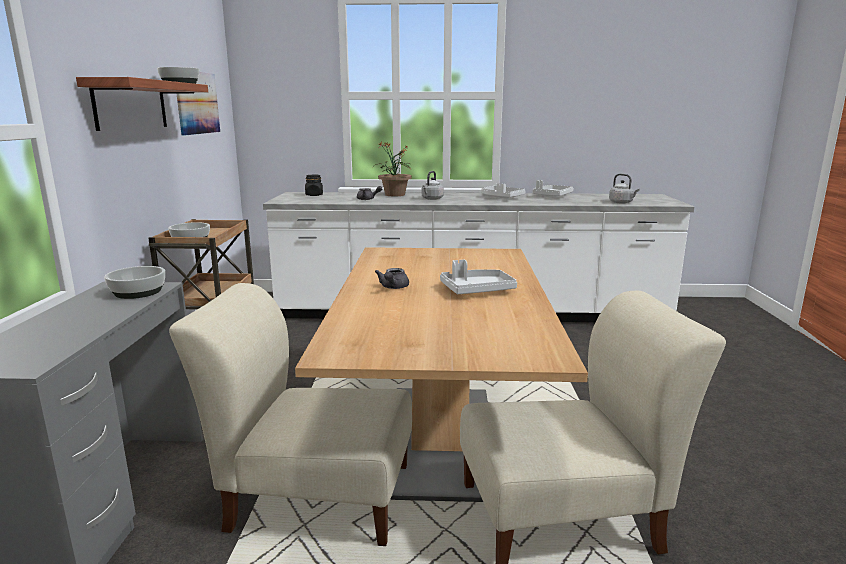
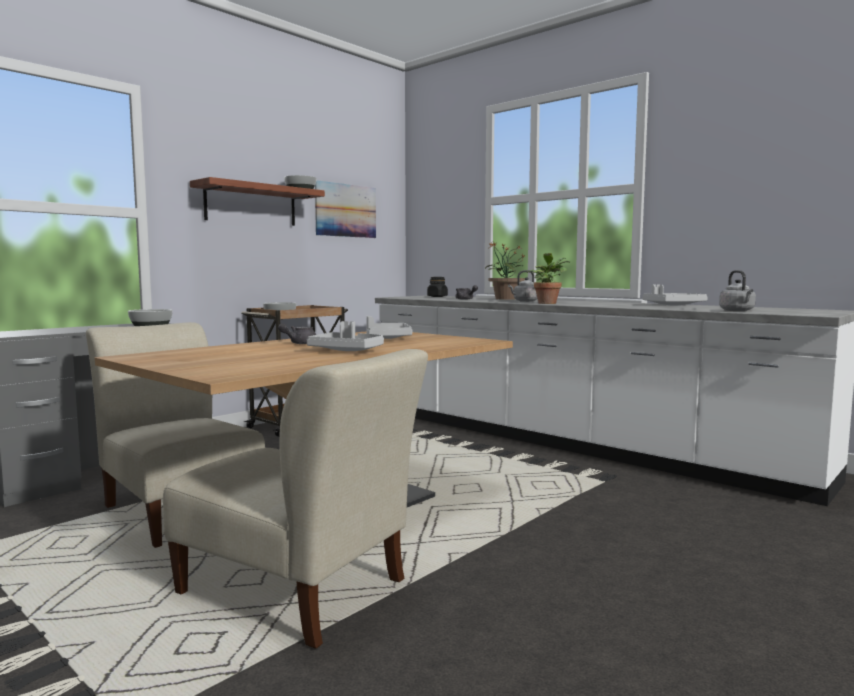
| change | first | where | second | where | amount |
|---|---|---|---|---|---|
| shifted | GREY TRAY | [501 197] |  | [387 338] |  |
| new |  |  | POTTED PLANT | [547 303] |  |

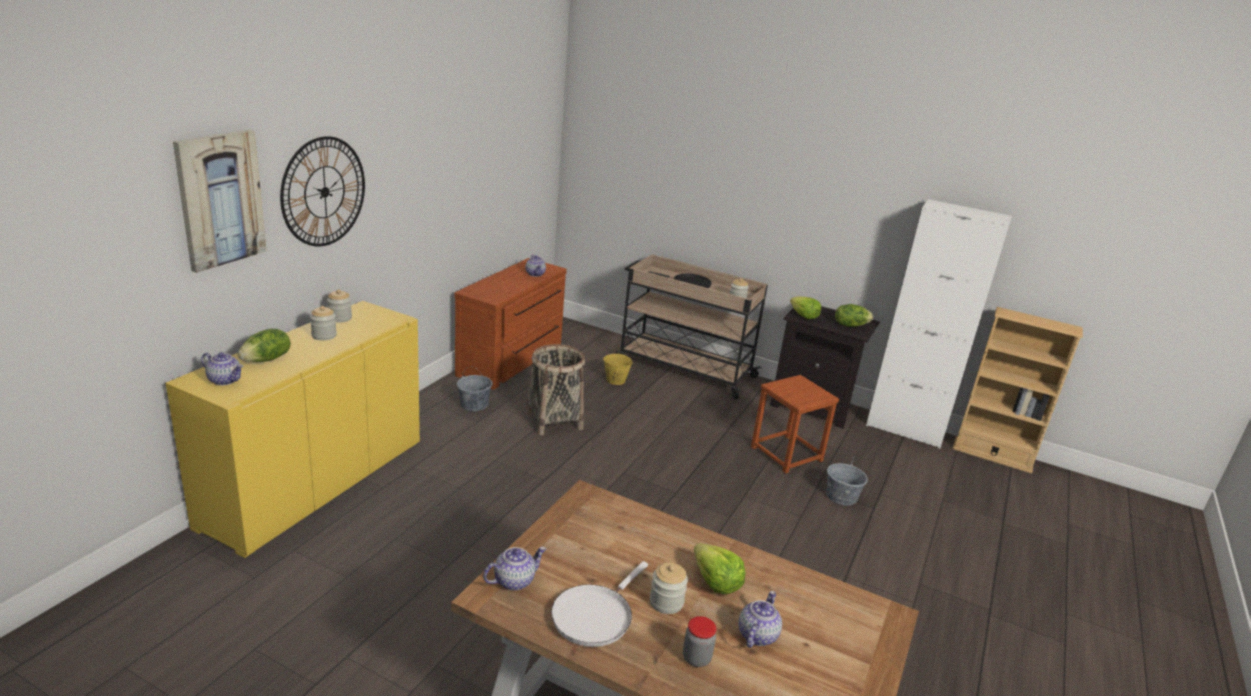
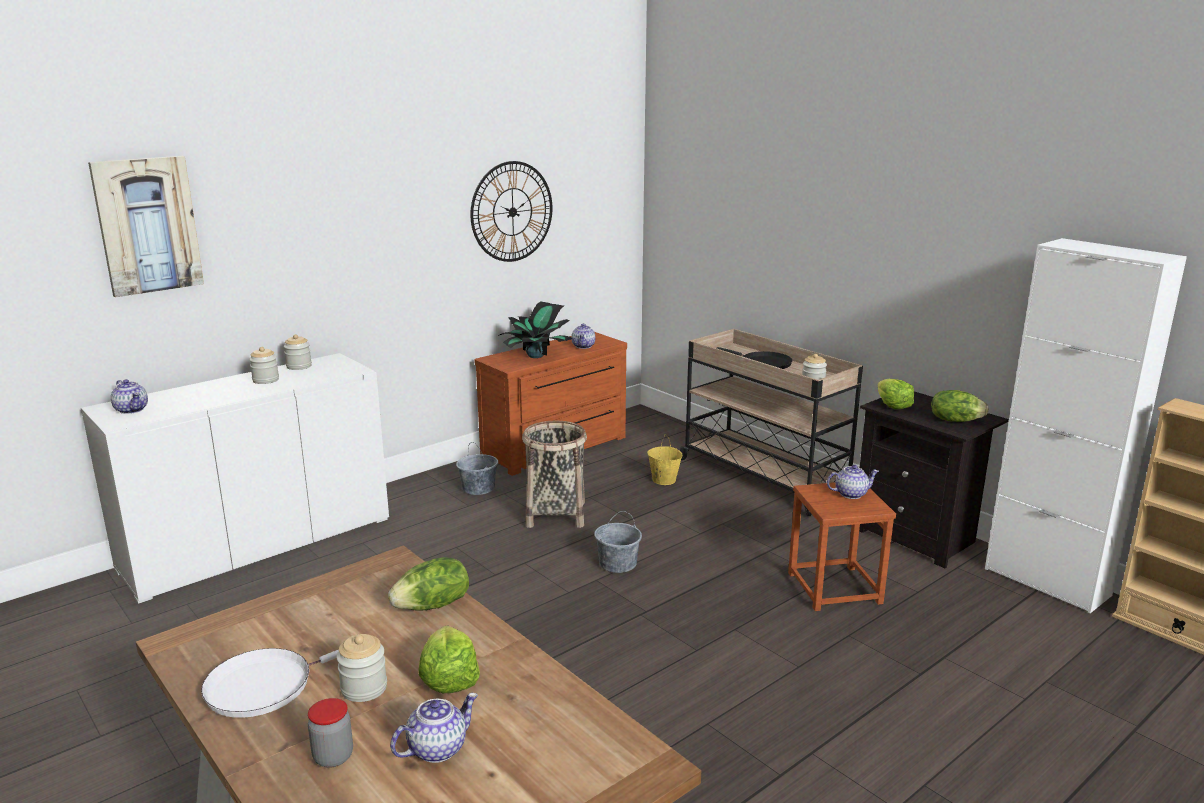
| change | first | where | second | where | amount |
|---|---|---|---|---|---|
| repainted | YELLOW CABINET | [315 482] | WHITE CABINET | [258 544] |  |
| shifted | LETTUCE | [267 359] |  | [433 606] |  |
| shifted | WALL CLOCK | [324 192] |  | [512 212] |  |
| shifted | TEAPOT | [514 580] |  | [851 494] |  |
| shifted | GREY BUCKET | [841 496] |  | [618 563] |  |
| new |  |  | POTTED PLANT | [536 356] |  |

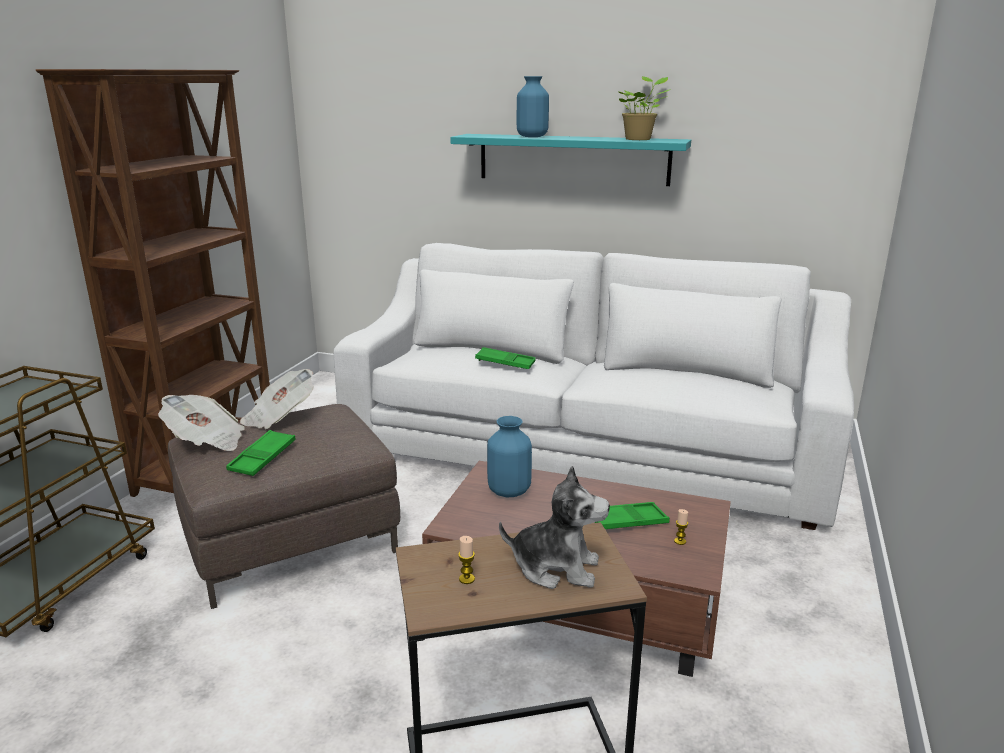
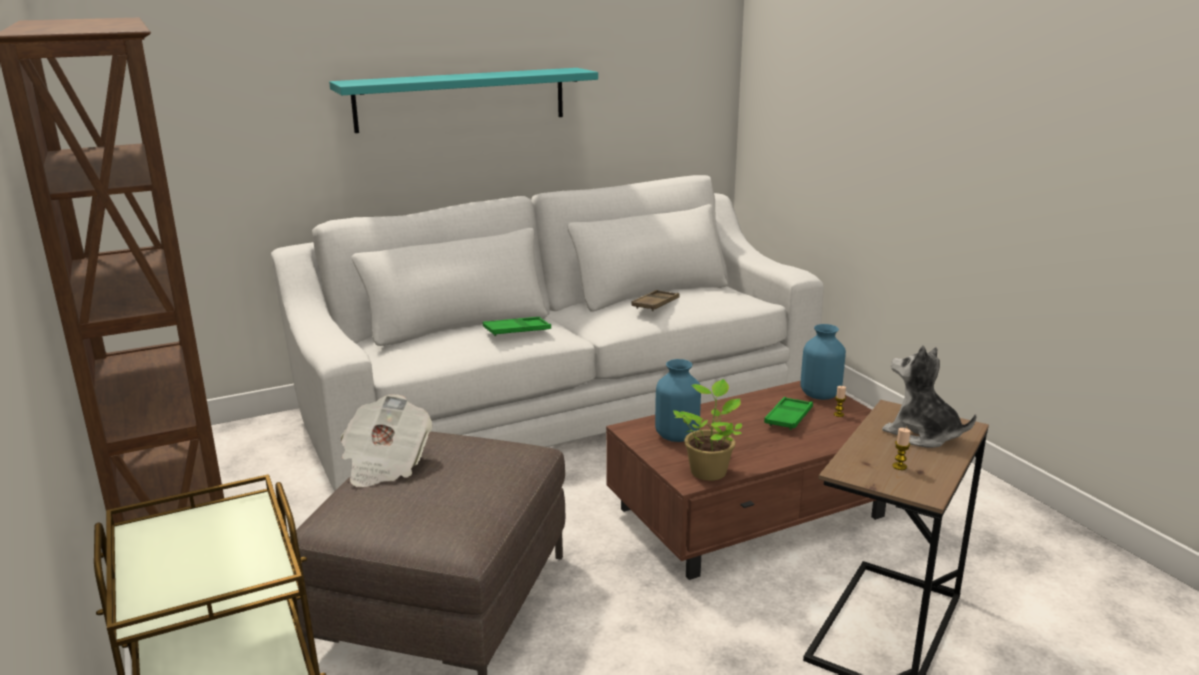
| change | first | where | second | where | amount |
|---|---|---|---|---|---|
| gone | NEWSPAPER | [206 441] |  |  |  |
| gone | GREEN TRAY | [262 458] |  |  |  |
| rotated | PLUSH TOY | [556 567] |  | [922 434] | 105 degrees counterclockwise |
| shifted | BLUE VASE | [532 136] |  | [820 394] |  |
| shifted | POTTED PLANT | [639 139] |  | [709 470] |  |
| new |  |  | BROWN TRAY | [655 304] |  |

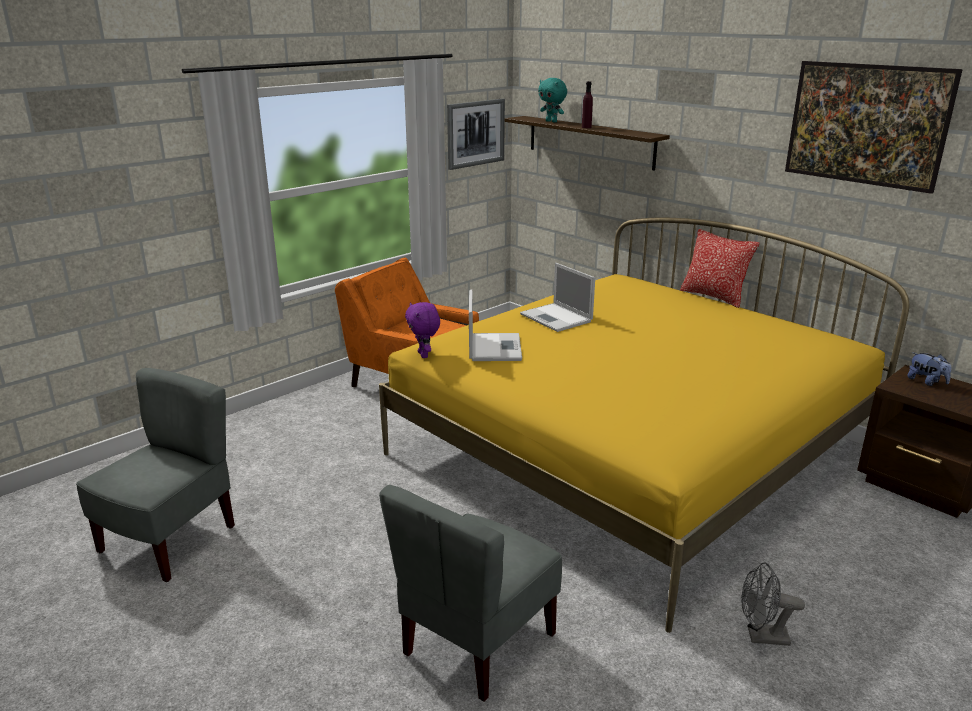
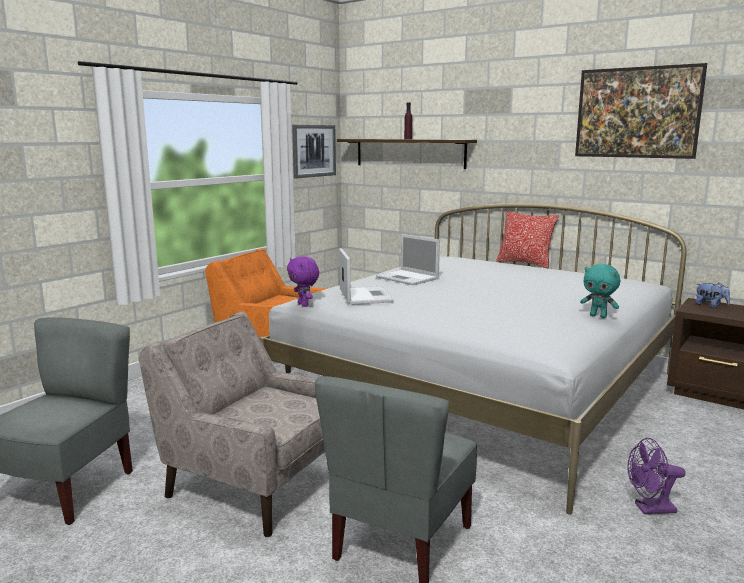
| change | first | where | second | where | amount |
|---|---|---|---|---|---|
| repainted | YELLOW BED | [630 452] | WHITE BED | [480 389] |  |
| shifted | TURQUOISE PLUSH TOY | [552 121] |  | [598 316] |  |
| repainted | GREY FAN | [761 637] | PURPLE FAN | [649 509] |  |
| new |  |  | BEIGE ARMCHAIR | [254 484] |  |

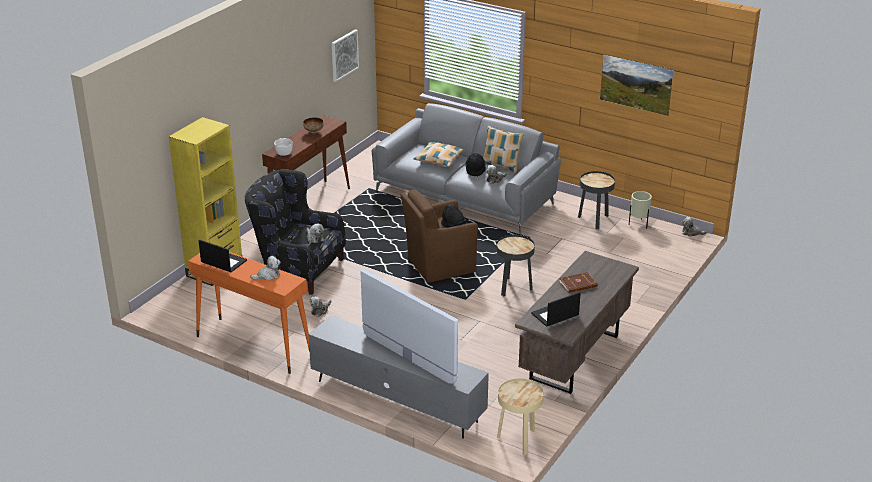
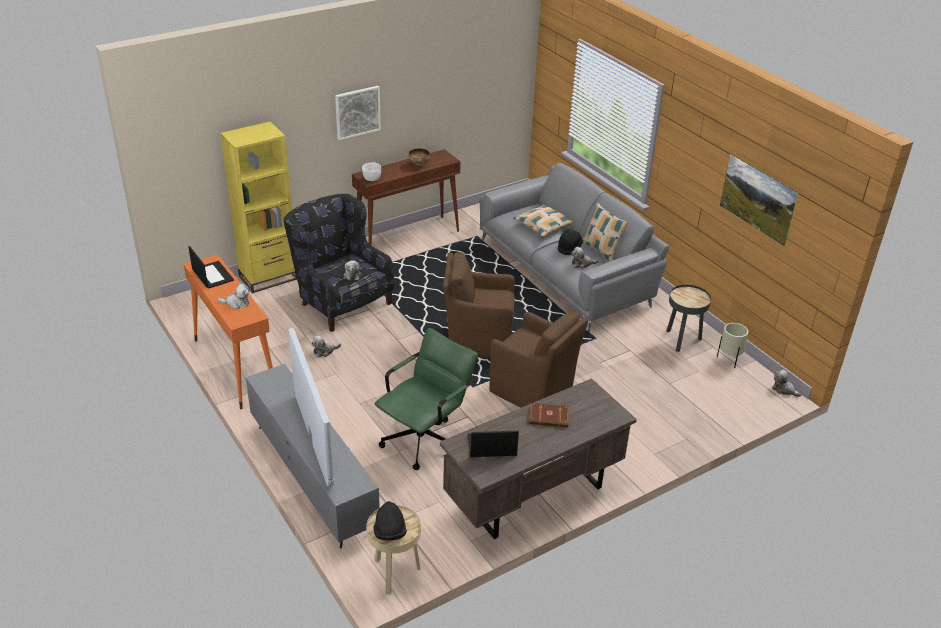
| change | first | where | second | where | amount |
|---|---|---|---|---|---|
| shifted | PICTURE | [344 55] |  | [357 112] |  |
| shifted | BLACK HAT | [453 226] |  | [390 532] |  |
| swapped | BLACK SIDE TABLE | [514 288] | BROWN ARMCHAIR | [533 390] |  |
| new |  |  | GREEN OFFICE CHAIR | [425 437] |  |

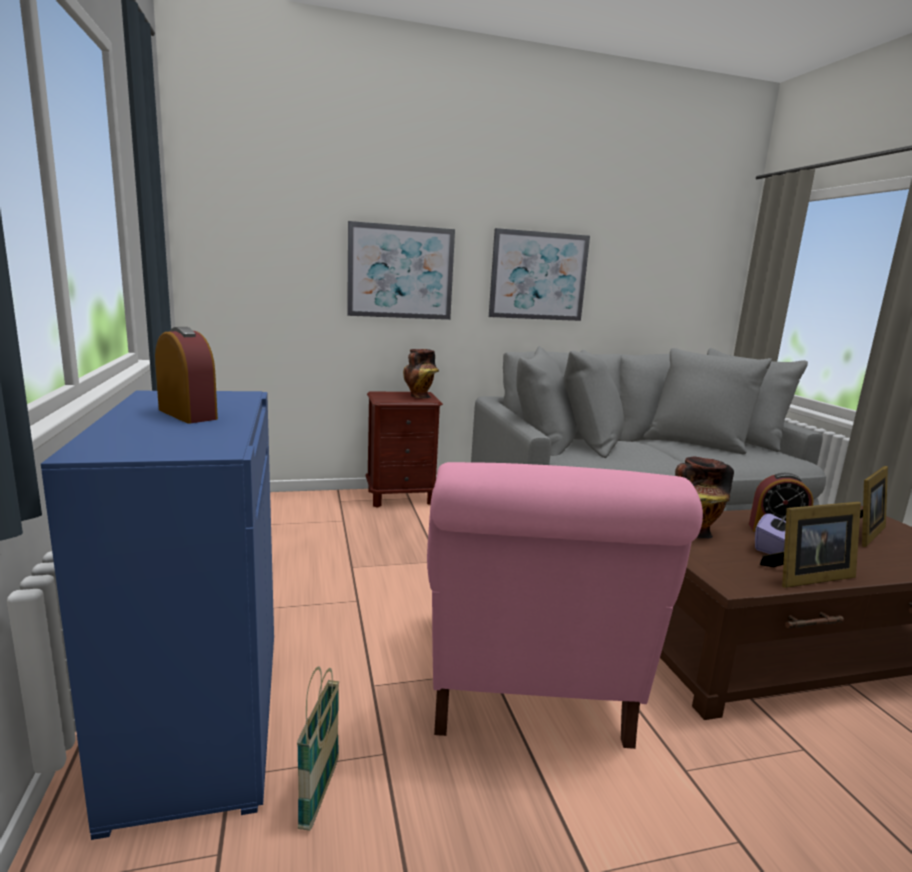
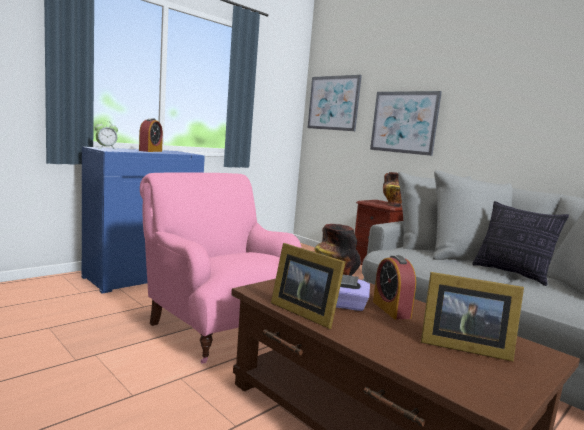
| change | first | where | second | where | amount |
|---|---|---|---|---|---|
| gone | BASKET | [319 793] |  |  |  |
| rotated | PINK ARMCHAIR | [526 683] |  | [220 328] | 75 degrees clockwise |
| shifted | PICTURE | [538 276] |  | [333 103] |  |
| new |  |  | ALARM CLOCK | [106 148] |  |
| new |  |  | PILLOW | [511 274] |  |

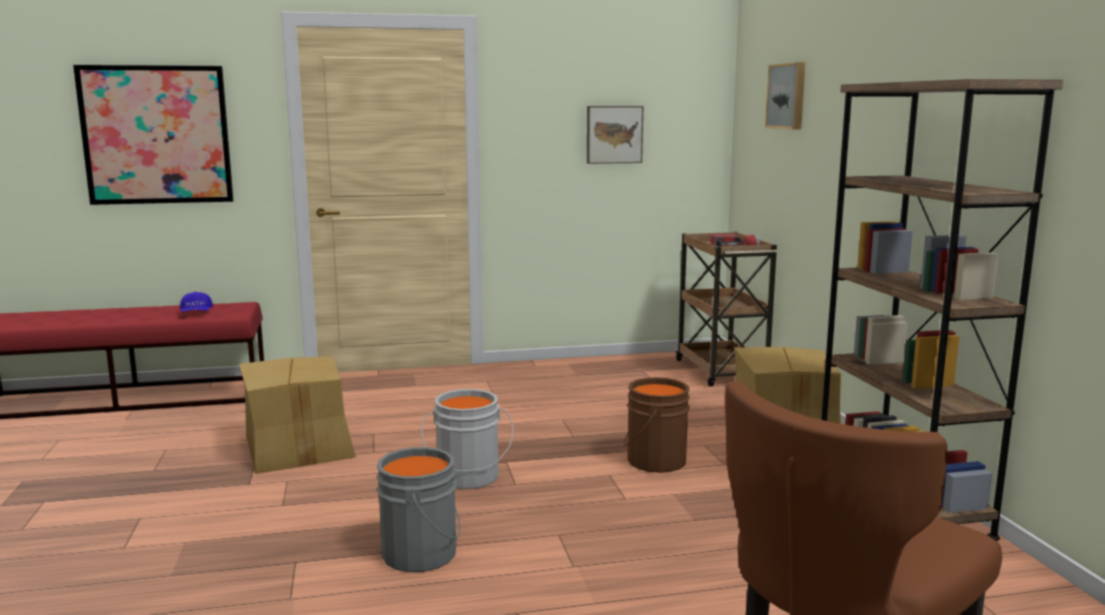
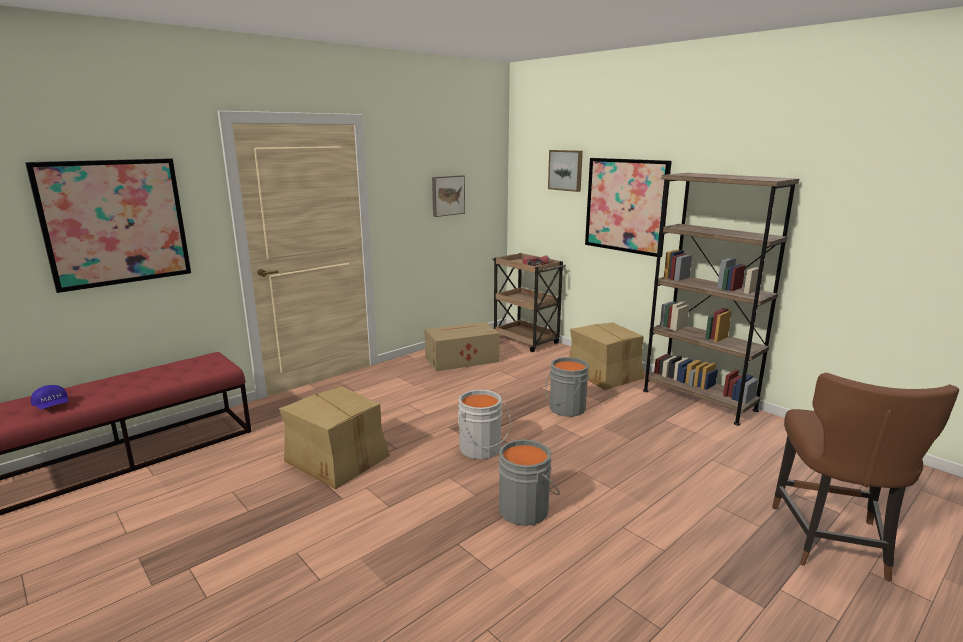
| change | first | where | second | where | amount |
|---|---|---|---|---|---|
| shifted | BLUE CAP | [196 313] |  | [52 406] |  |
| repainted | BROWN BUCKET | [653 461] | GREY BUCKET | [565 409] |  |
| new |  |  | CARDBOARD BOX | [460 359] |  |
| new |  |  | PICTURE | [626 205] |  |

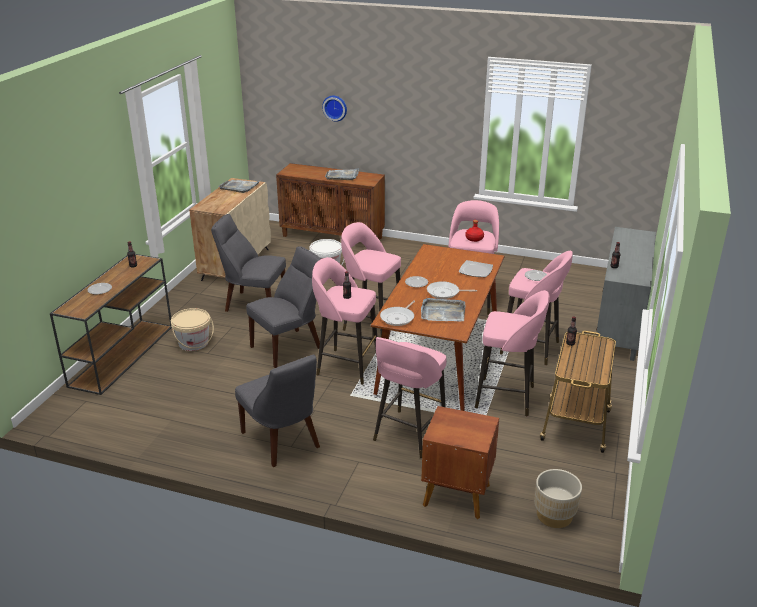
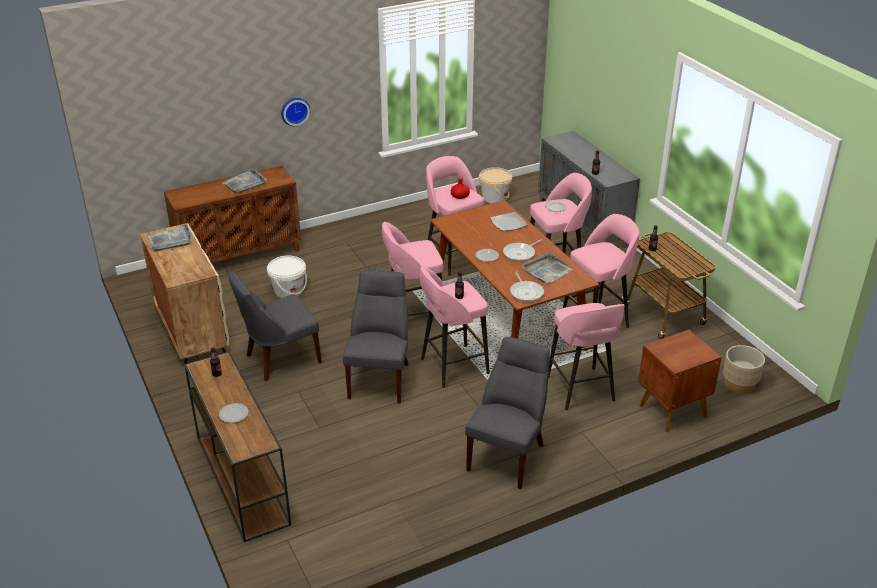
| change | first | where | second | where | amount |
|---|---|---|---|---|---|
| shifted | BEIGE BUCKET | [193 343] |  | [494 197] |  |
| rotated | GREY CHAIR | [282 441] |  | [508 455] | 75 degrees counterclockwise |
| shifted | WALL CLOCK | [335 107] |  | [294 110] |  |

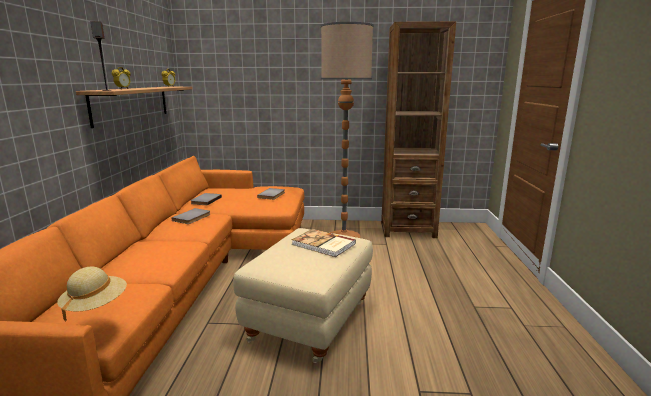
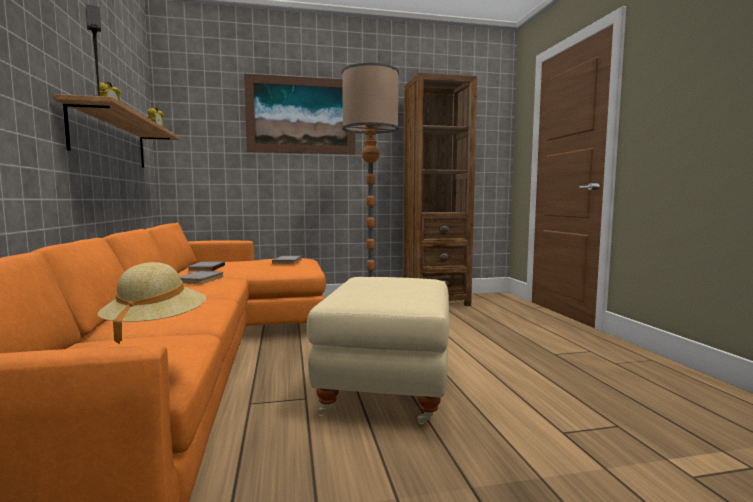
| change | first | where | second | where | amount |
|---|---|---|---|---|---|
| gone | BOOK | [323 244] |  |  |  |
| new |  |  | PICTURE | [301 115] |  |

